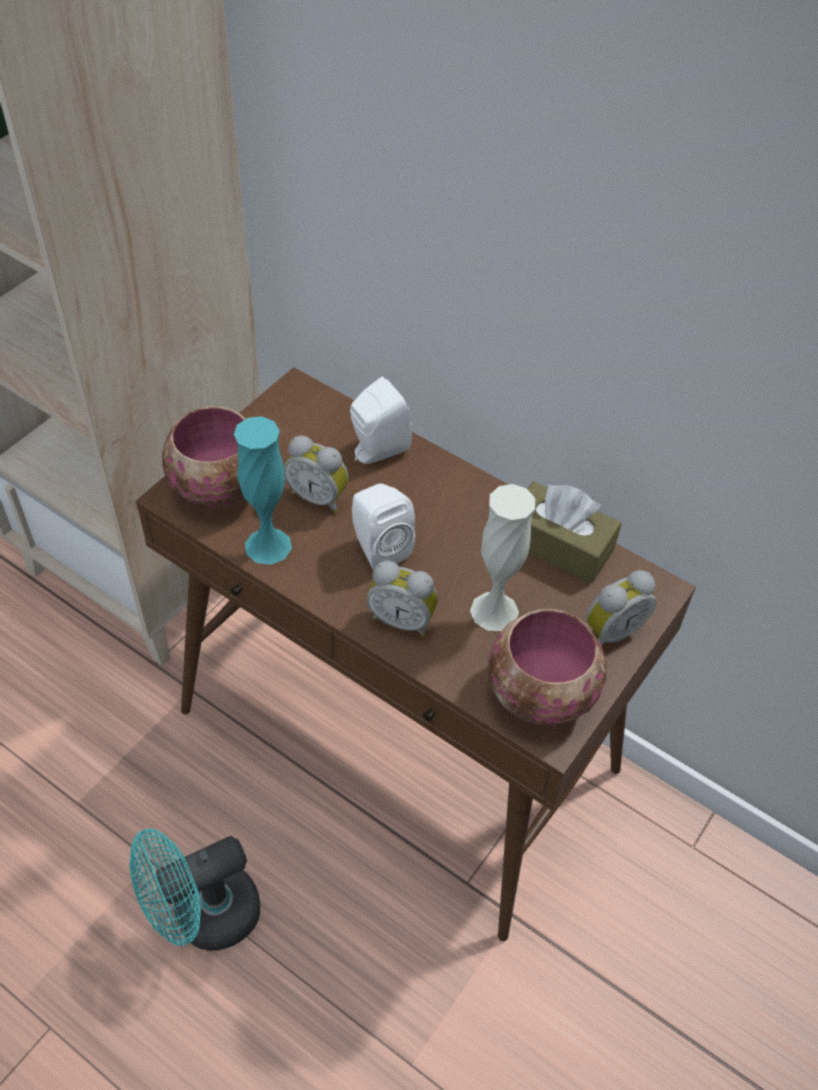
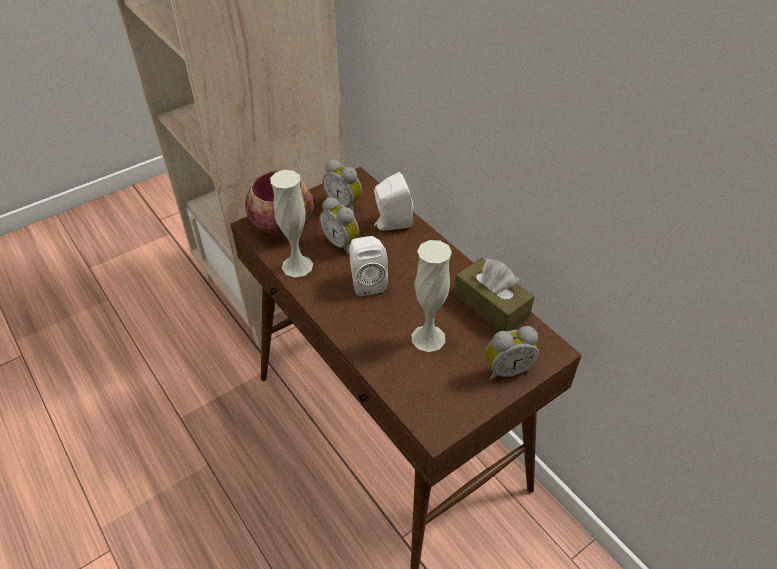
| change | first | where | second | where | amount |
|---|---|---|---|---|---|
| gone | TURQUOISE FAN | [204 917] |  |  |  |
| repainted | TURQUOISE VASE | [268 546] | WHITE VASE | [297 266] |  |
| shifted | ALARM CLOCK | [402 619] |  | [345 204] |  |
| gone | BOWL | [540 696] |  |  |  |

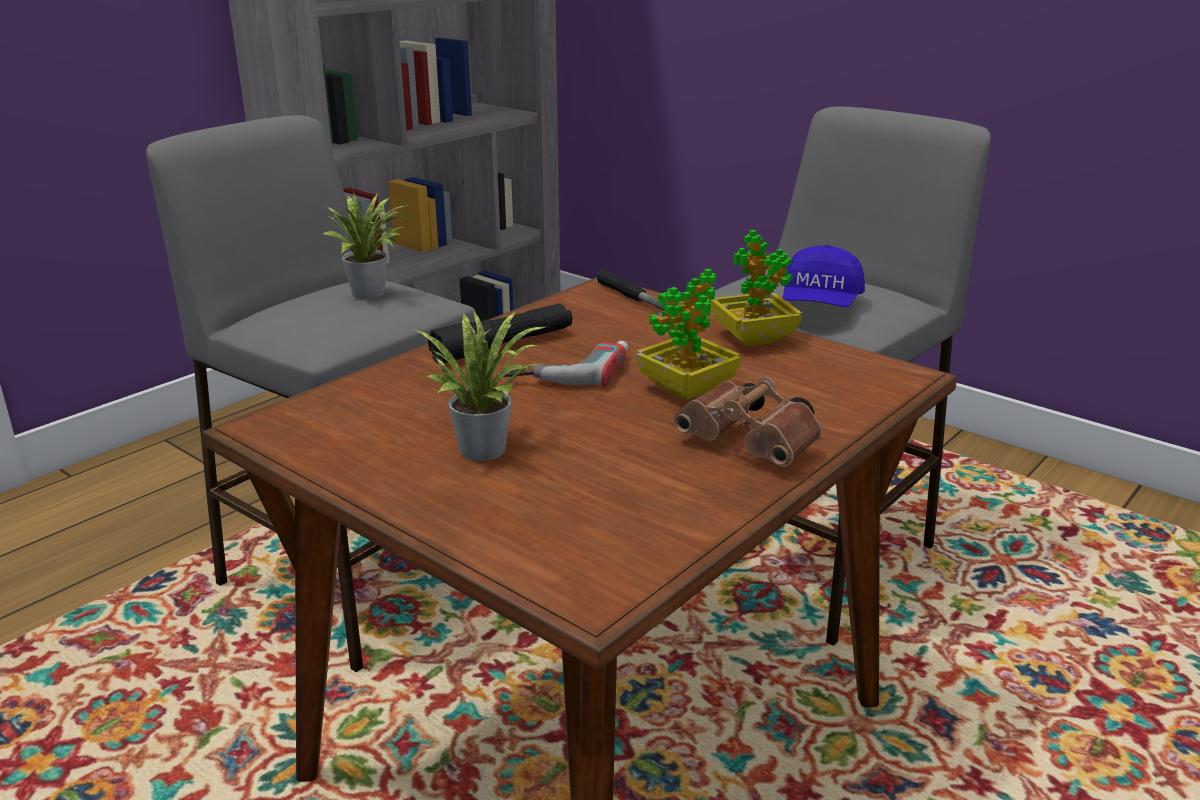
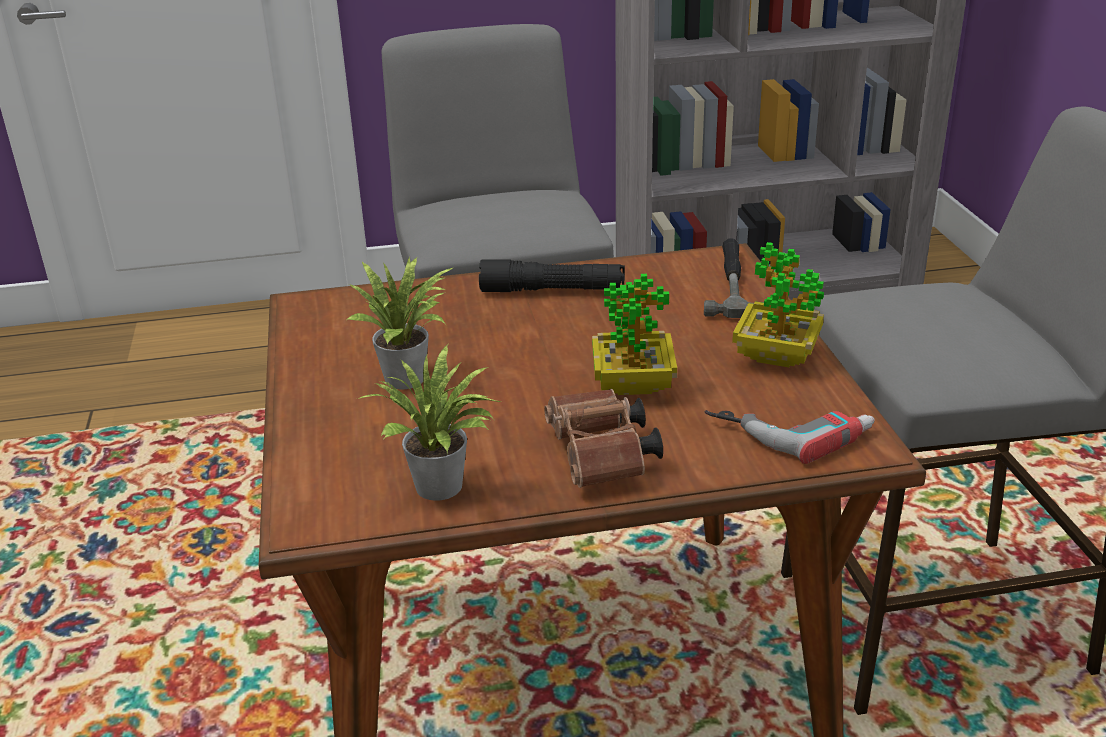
| change | first | where | second | where | amount |
|---|---|---|---|---|---|
| shifted | POTTED PLANT | [373 293] |  | [443 489] |  |
| shifted | POWER DRILL | [567 369] |  | [790 428] |  |
| gone | BLUE CAP | [820 304] |  |  |  |

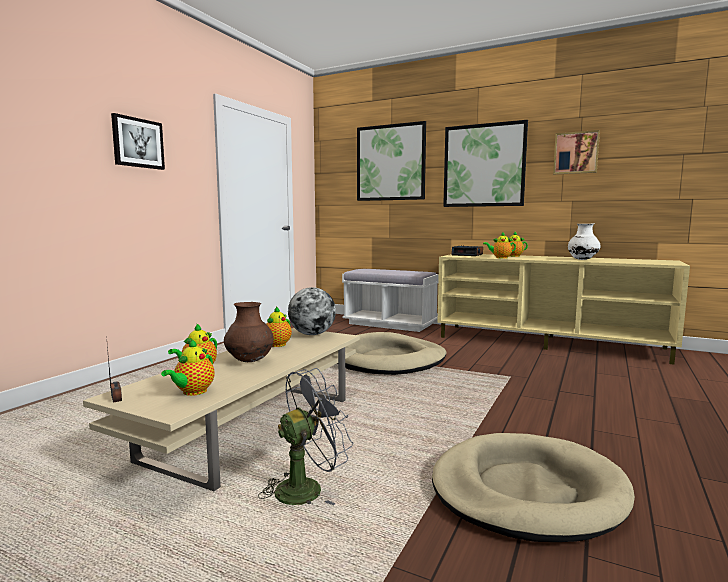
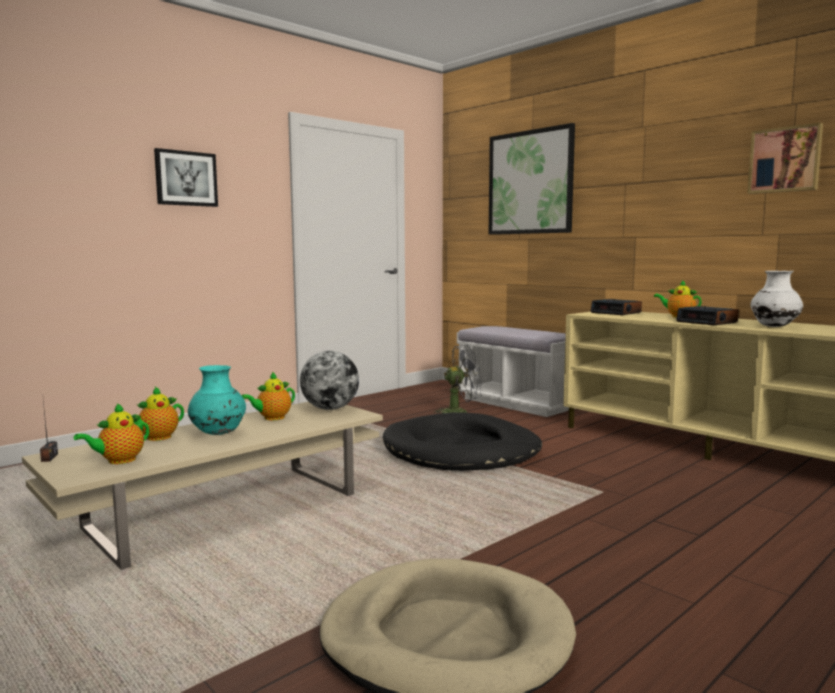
| change | first | where | second | where | amount |
|---|---|---|---|---|---|
| repainted | BROWN VASE | [250 361] | TURQUOISE VASE | [218 434] |  |
| shifted | GREY FAN | [307 487] |  | [460 412] |  |
| repainted | BEIGE DOG BED | [387 359] | BLACK DOG BED | [462 450] |  |
| gone | PICTURE | [484 165] |  |  |  |
| gone | TEAPOT | [500 258] |  |  |  |
| new |  |  | ALARM CLOCK | [707 322] |  |

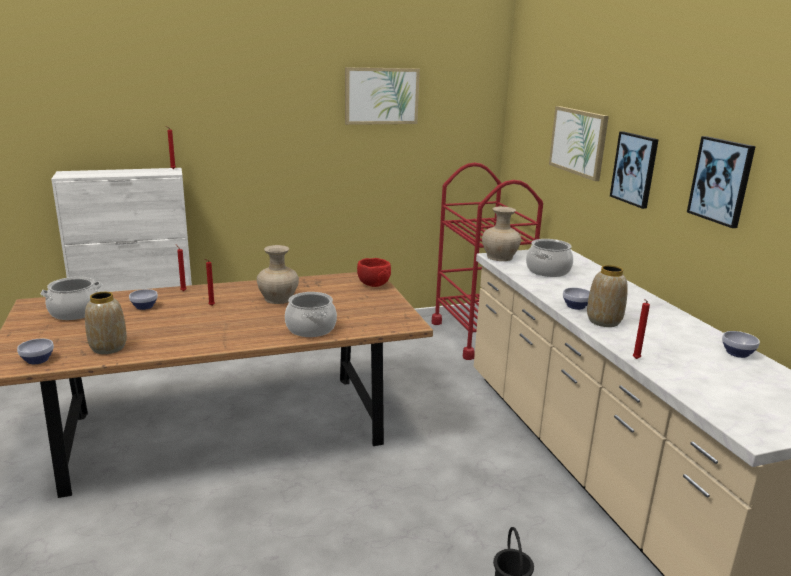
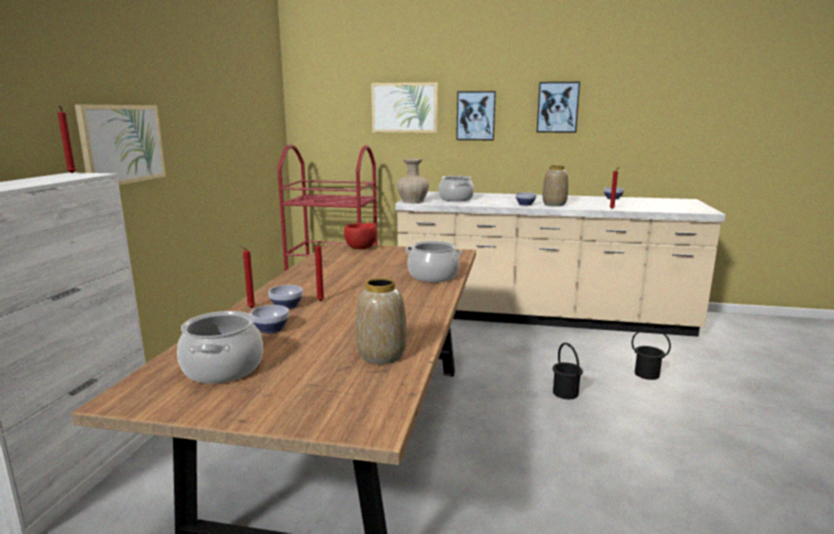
| change | first | where | second | where | amount |
|---|---|---|---|---|---|
| shifted | BOWL | [37 360] |  | [287 306] |  |
| gone | BEIGE VASE | [279 299] |  |  |  |
| shifted | PICTURE | [381 96] |  | [122 144] |  |
| new |  |  | BLACK BUCKET | [565 393] |  |

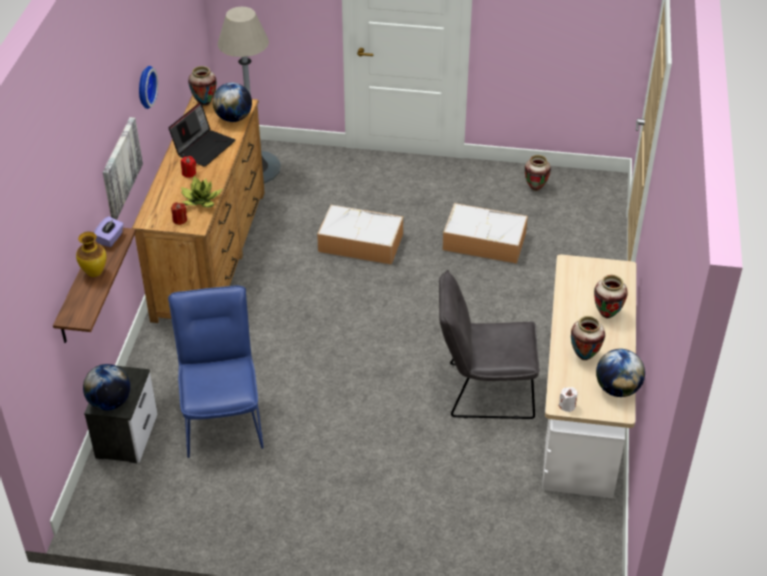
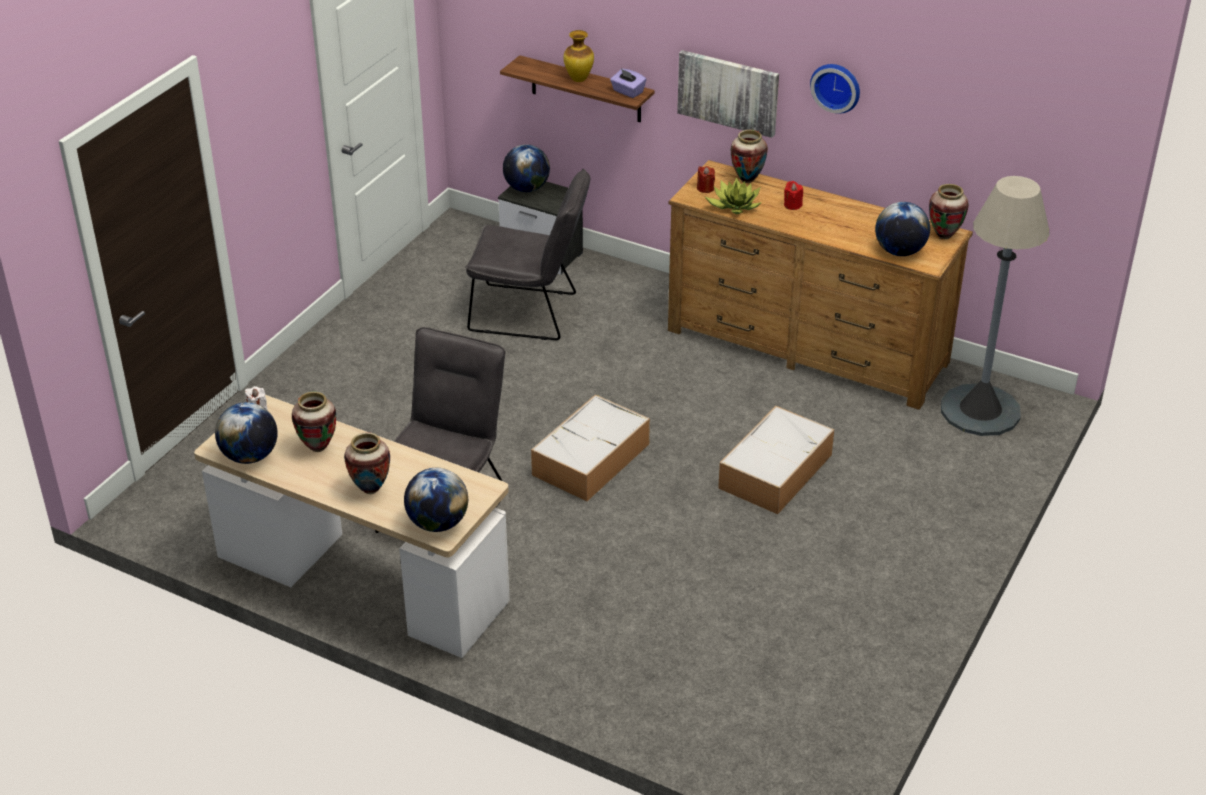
| change | first | where | second | where | amount |
|---|---|---|---|---|---|
| repainted | BLUE CHAIR | [222 416] | GREY CHAIR | [531 313] |  |
| gone | LAPTOP | [204 147] |  |  |  |
| shifted | STORAGE BOX | [485 241] |  | [590 460] |  |
| shifted | VASE | [535 188] |  | [747 180] |  |
| new |  |  | GLOBE | [438 523] |  |

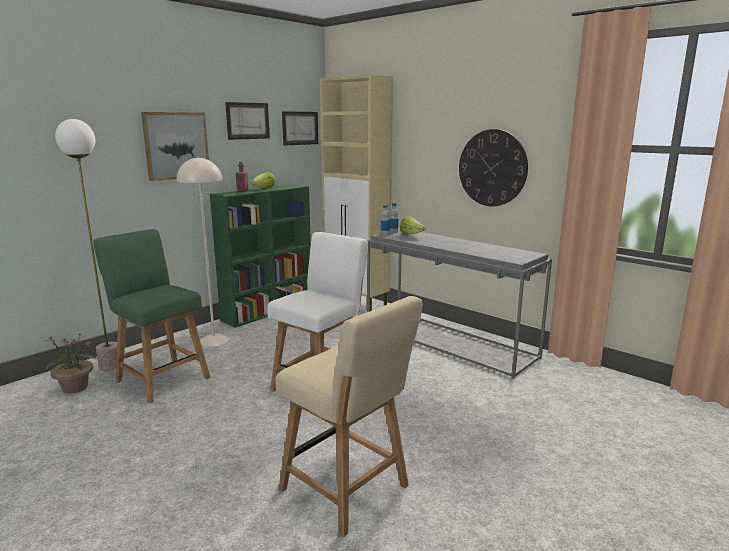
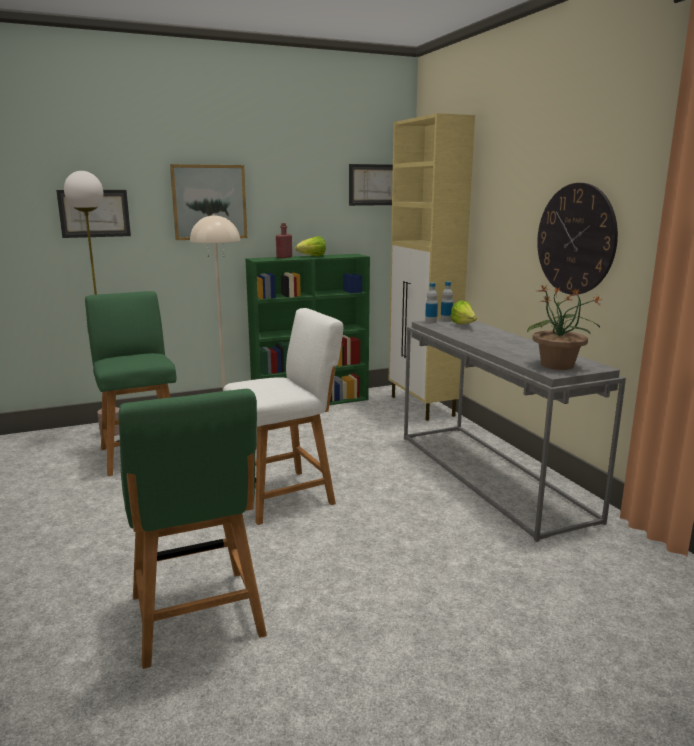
| change | first | where | second | where | amount |
|---|---|---|---|---|---|
| shifted | POTTED PLANT | [75 388] |  | [558 366] |  |
| shifted | PICTURE | [247 121] |  | [94 213] |  |
| repainted | BEIGE CHAIR | [348 490] | GREEN CHAIR | [198 620] |  |

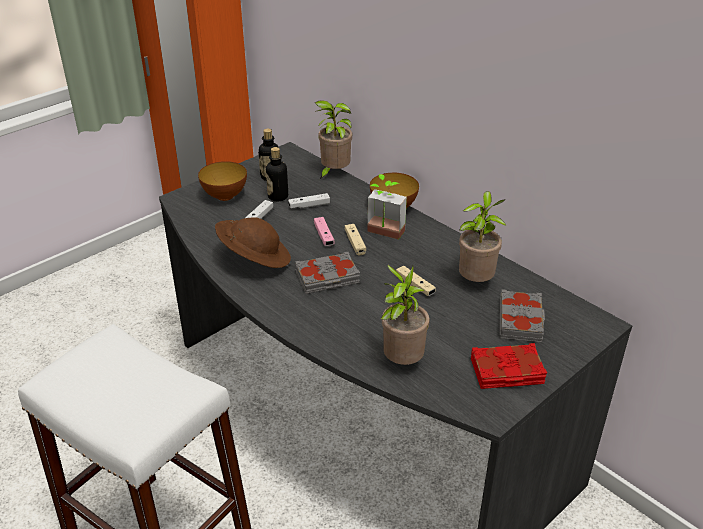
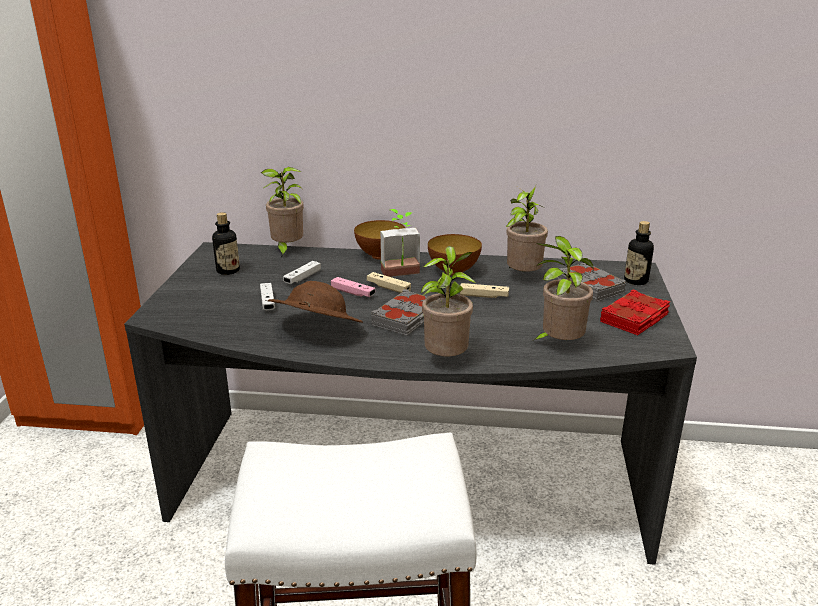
| change | first | where | second | where | amount |
|---|---|---|---|---|---|
| shifted | BOWL | [225 196] |  | [453 272] |  |
| shifted | BOTTLE | [278 196] |  | [636 281] |  |
| new |  |  | POTTED PLANT | [446 360] |  |

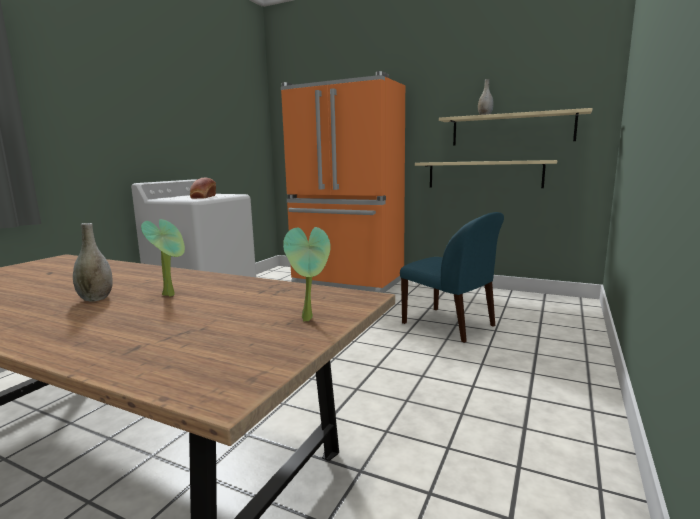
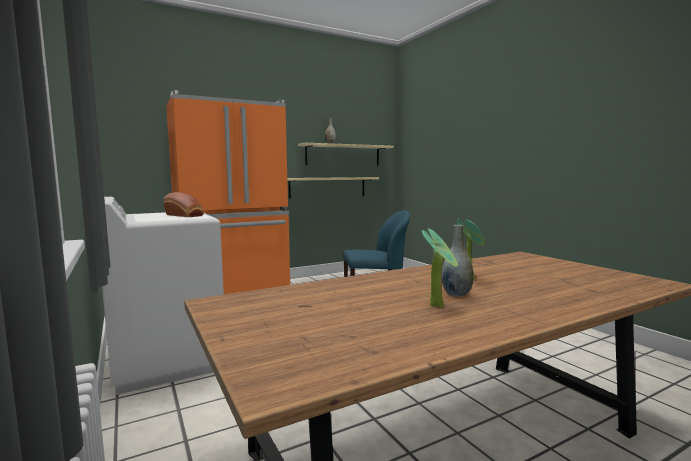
| change | first | where | second | where | amount |
|---|---|---|---|---|---|
| shifted | POTTED PLANT | [310 319] |  | [439 305] |  |

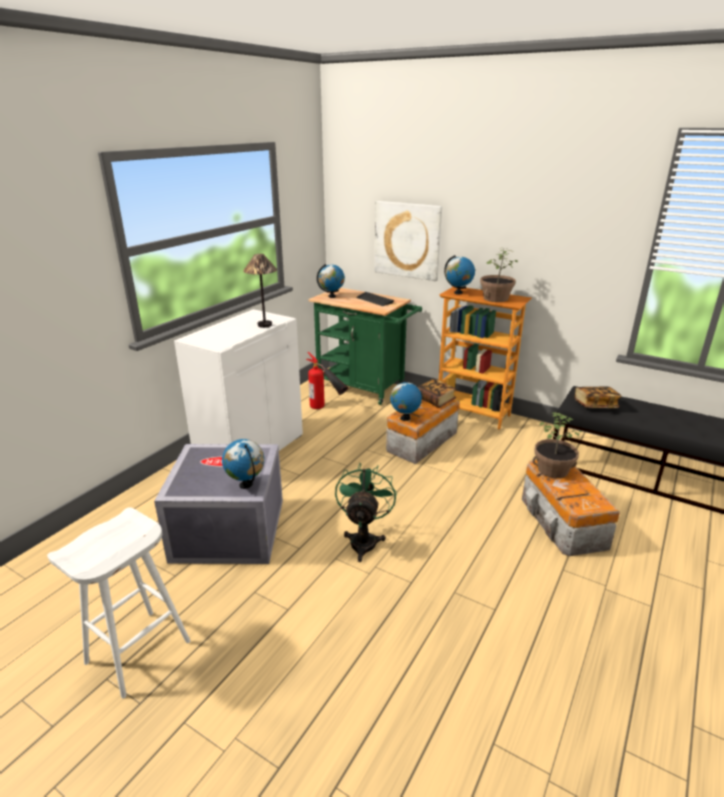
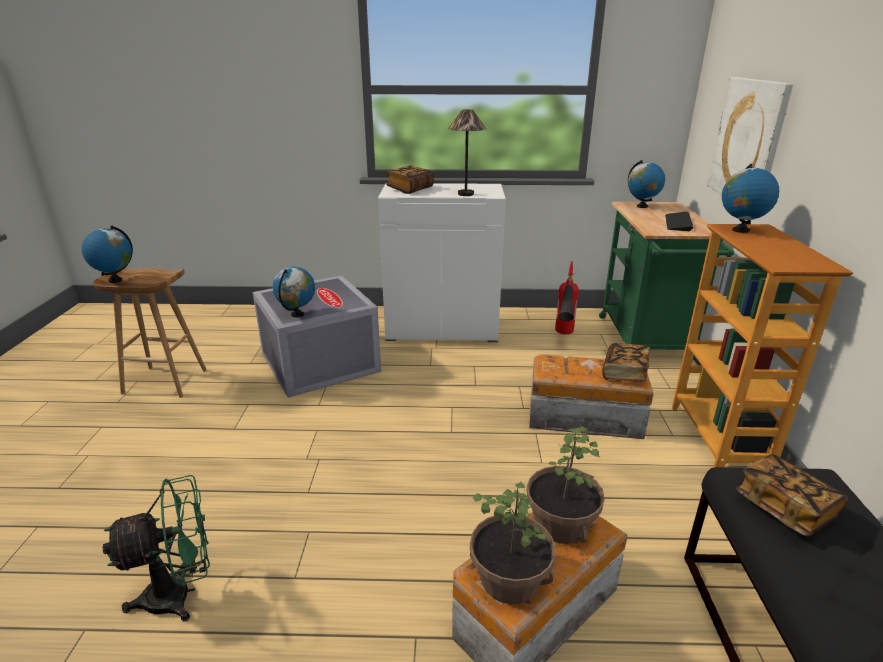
| change | first | where | second | where | amount |
|---|---|---|---|---|---|
| repainted | WHITE STOOL | [138 653] | BROWN STOOL | [163 382] |  |
| shifted | GREEN FAN | [364 539] |  | [181 594] |  |
| shifted | GLOBE | [405 418] |  | [115 280] |  |
| shifted | POTTED PLANT | [495 298] |  | [510 578] |  |
| new |  |  | BOOK | [410 189] |  |

